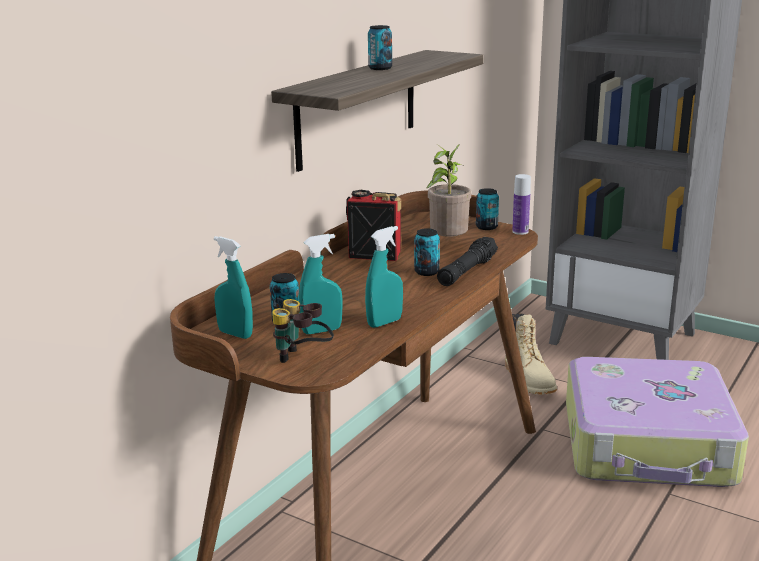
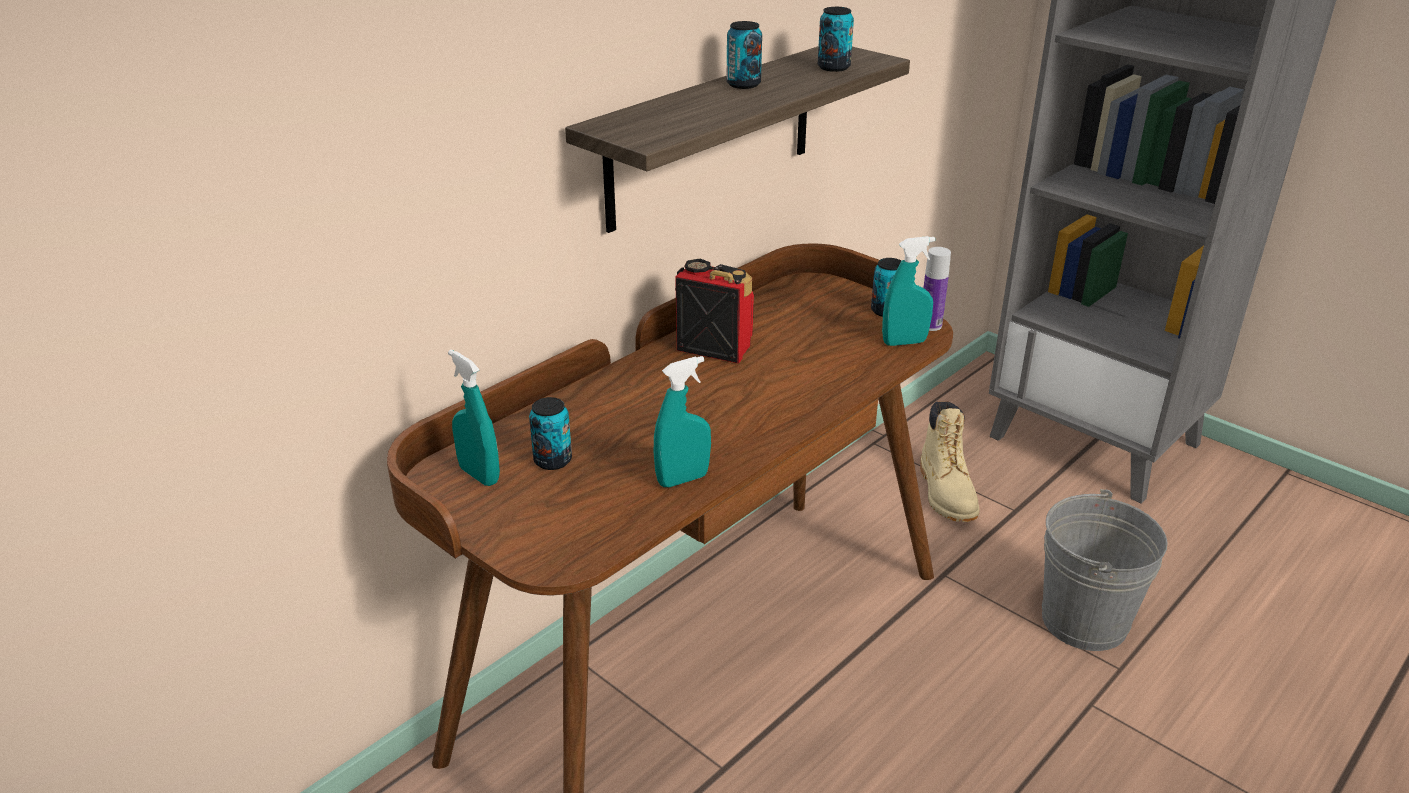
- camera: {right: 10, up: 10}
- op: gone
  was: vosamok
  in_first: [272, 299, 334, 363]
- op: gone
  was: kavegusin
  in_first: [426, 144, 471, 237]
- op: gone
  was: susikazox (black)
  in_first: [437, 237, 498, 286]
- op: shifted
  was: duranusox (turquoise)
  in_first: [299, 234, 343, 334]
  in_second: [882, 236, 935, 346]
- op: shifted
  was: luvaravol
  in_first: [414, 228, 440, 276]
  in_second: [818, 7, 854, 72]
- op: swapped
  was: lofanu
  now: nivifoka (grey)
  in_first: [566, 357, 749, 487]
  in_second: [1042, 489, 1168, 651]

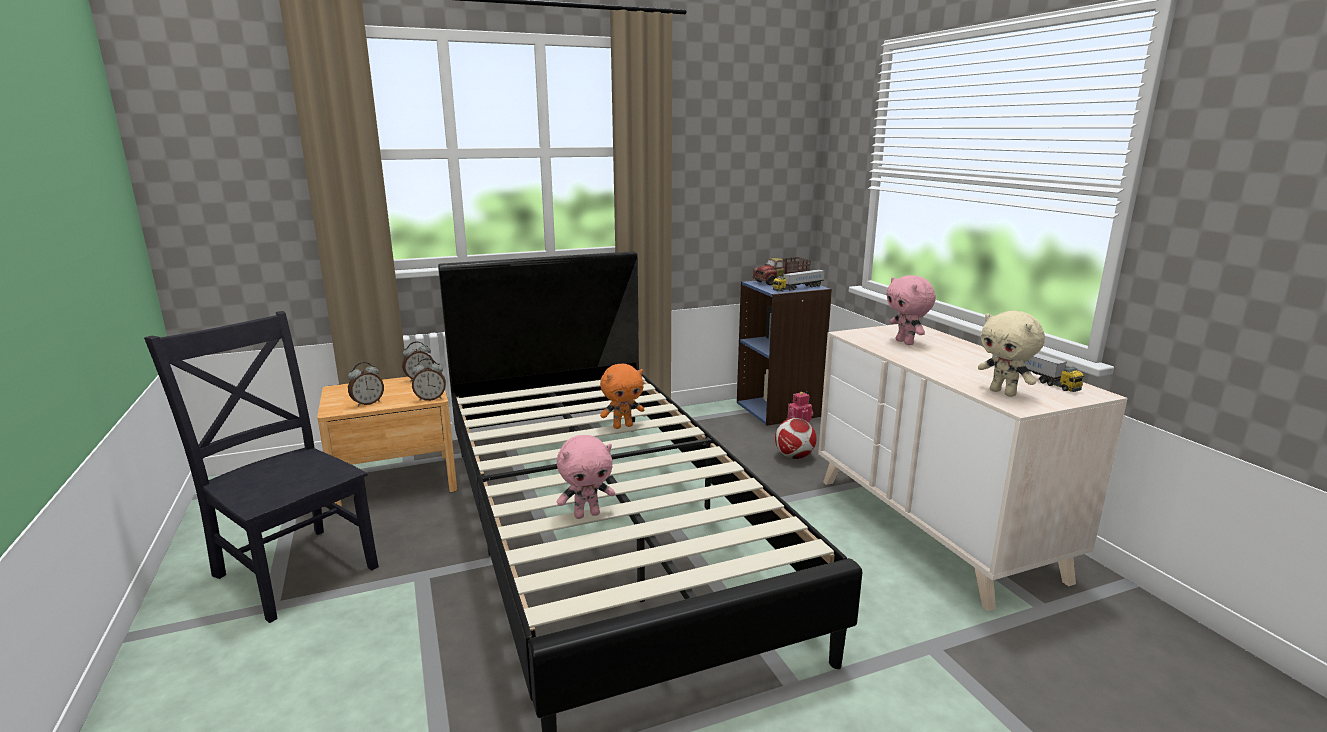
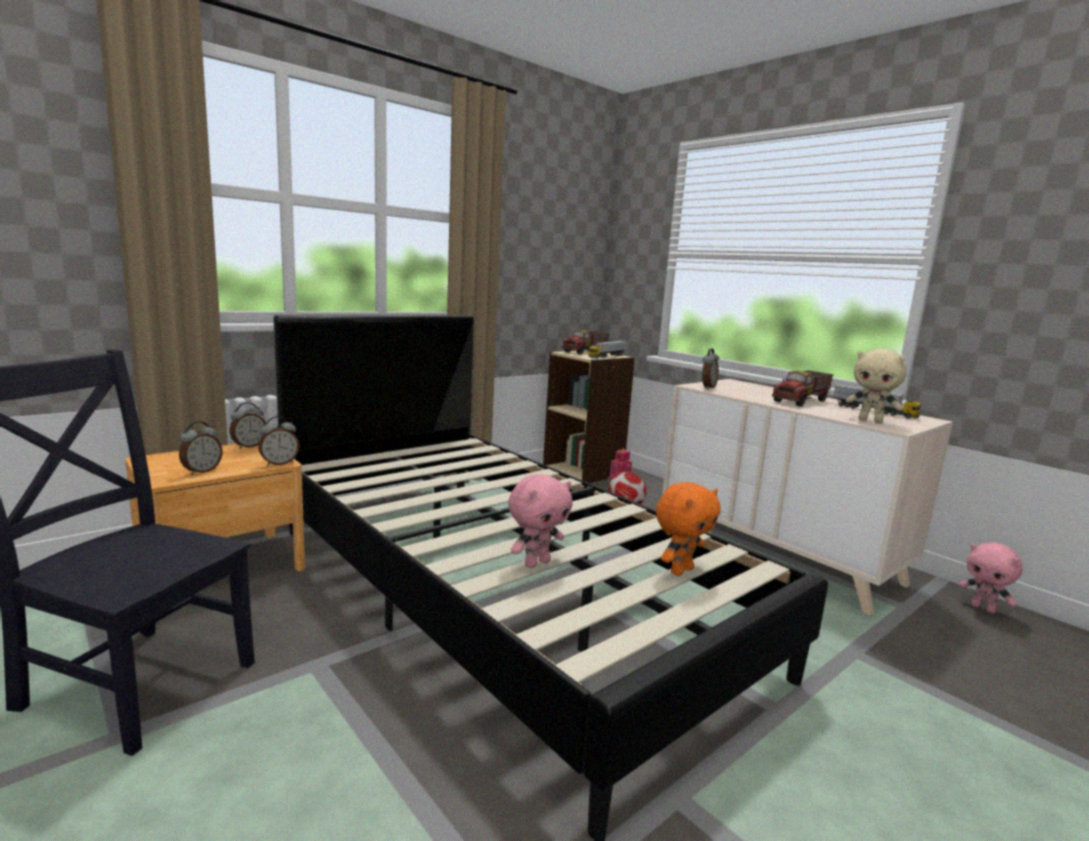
- camera: {right: -20, up: -5}
- op: new
  now: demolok
  in_second: [702, 348, 719, 389]
- op: new
  now: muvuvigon
  in_second: [772, 370, 834, 407]
- op: shifted
  was: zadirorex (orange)
  in_first: [600, 364, 644, 429]
  in_second: [656, 482, 720, 576]
- op: shifted
  was: zadirorex (pink)
  in_first: [886, 275, 936, 345]
  in_second: [958, 542, 1023, 614]
- op: repainted
  was: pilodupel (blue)
  now: pilodupel (beige)
  in_first: [737, 280, 832, 426]
  in_second: [543, 350, 635, 483]

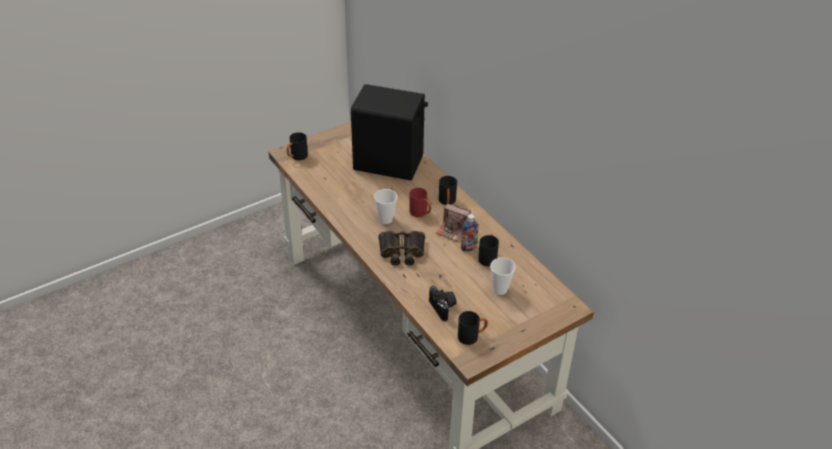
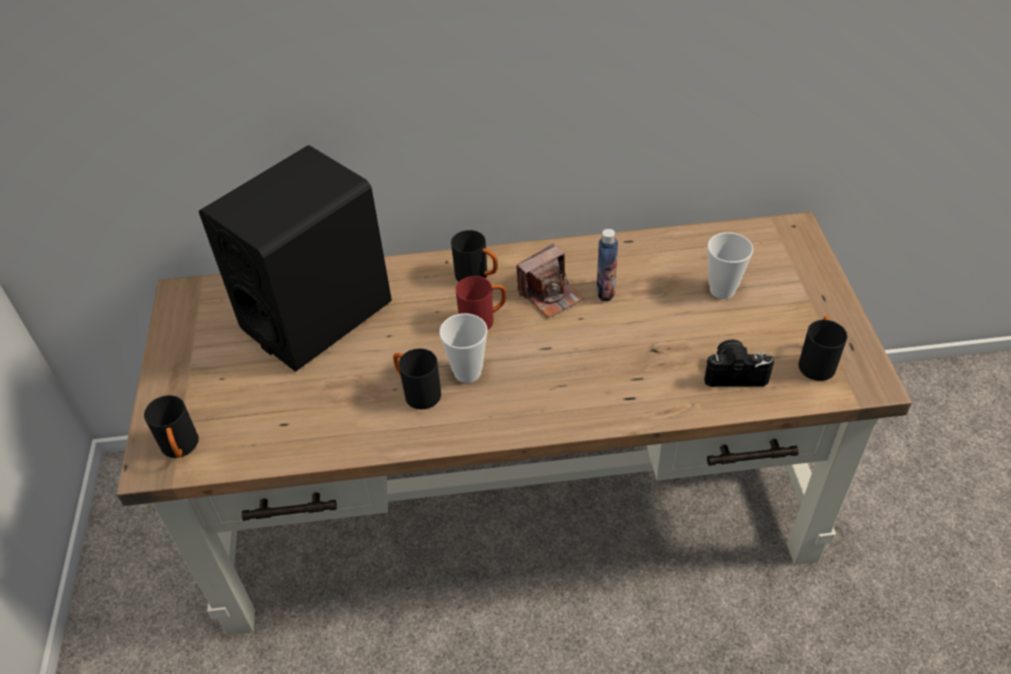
- camera: {right: -60, up: 5}
- op: gone
  was: vosamok
  in_first: [379, 231, 425, 266]
- op: shifted
  was: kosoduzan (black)
  in_first: [478, 234, 499, 266]
  in_second: [393, 348, 441, 409]

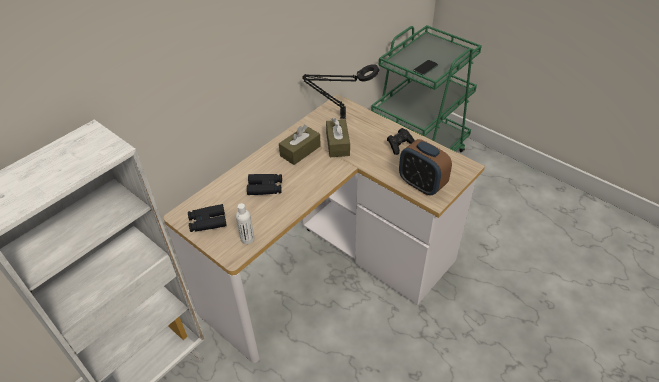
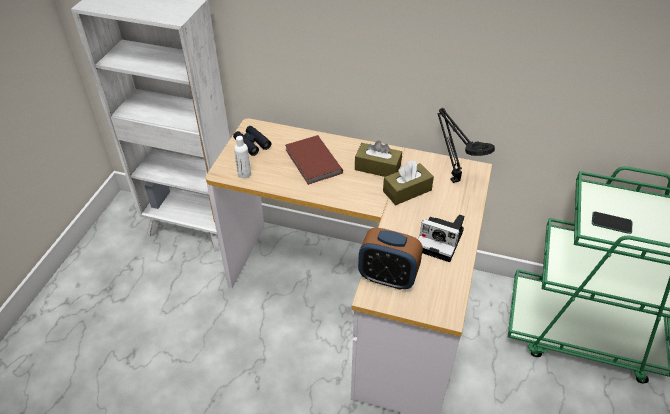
- camera: {right: 65, up: 0}
- op: swapped
  was: vosamok (black)
  now: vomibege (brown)
  in_first: [247, 174, 282, 195]
  in_second: [285, 135, 343, 185]
- op: swapped
  was: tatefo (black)
  now: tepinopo
  in_first: [387, 128, 415, 155]
  in_second: [418, 214, 464, 262]
- op: rotated
  was: demolok
  in_first: [399, 139, 452, 195]
  in_second: [358, 227, 423, 290]
  clockwise: -90

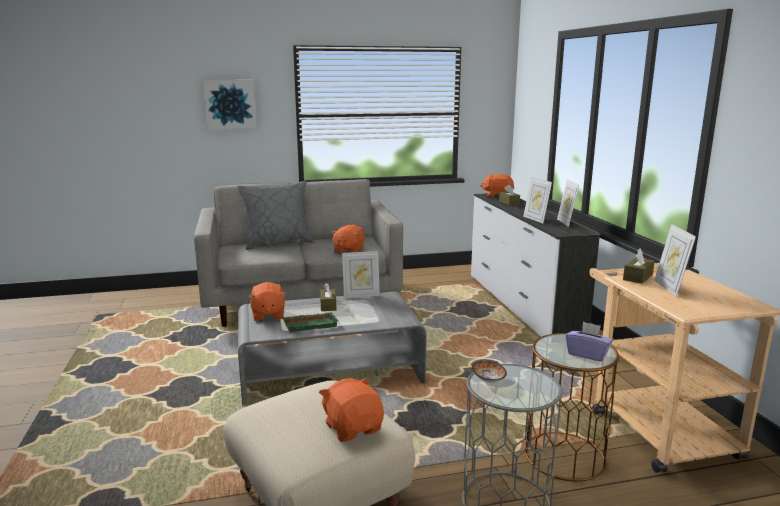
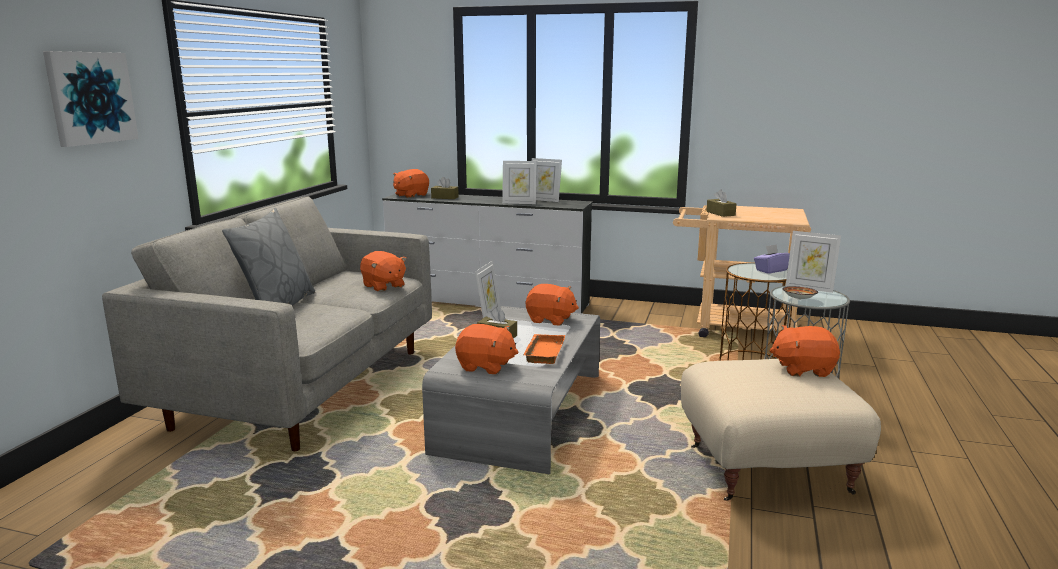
- camera: {right: -60, up: 0}
- op: new
  now: zadirorex (orange)
  in_second: [526, 284, 579, 326]
- op: shifted
  was: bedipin
  in_first: [654, 224, 696, 297]
  in_second: [786, 231, 841, 293]
- op: repainted
  was: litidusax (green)
  now: litidusax (orange)
  in_first: [282, 312, 338, 332]
  in_second: [523, 334, 565, 364]

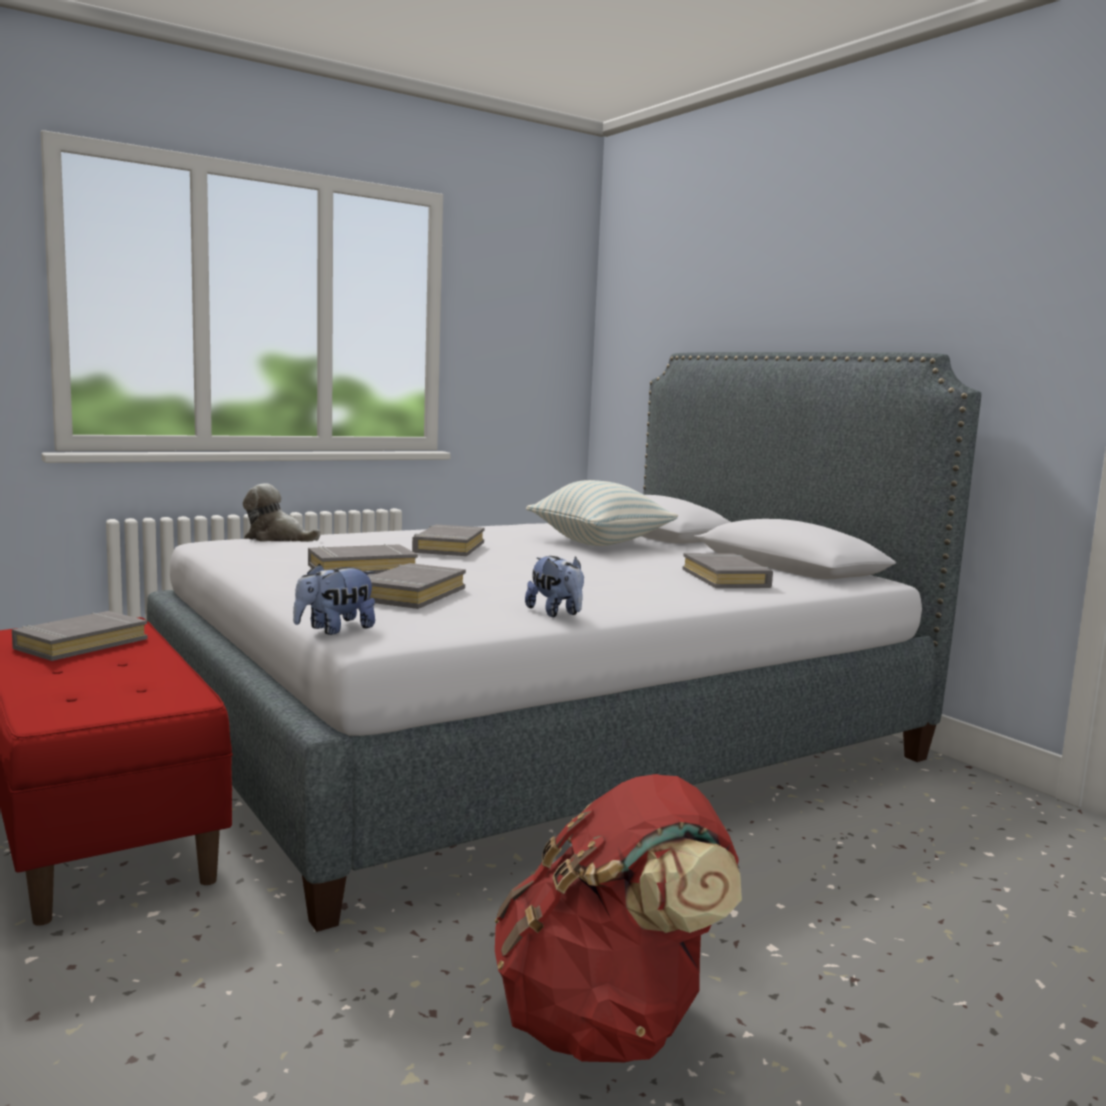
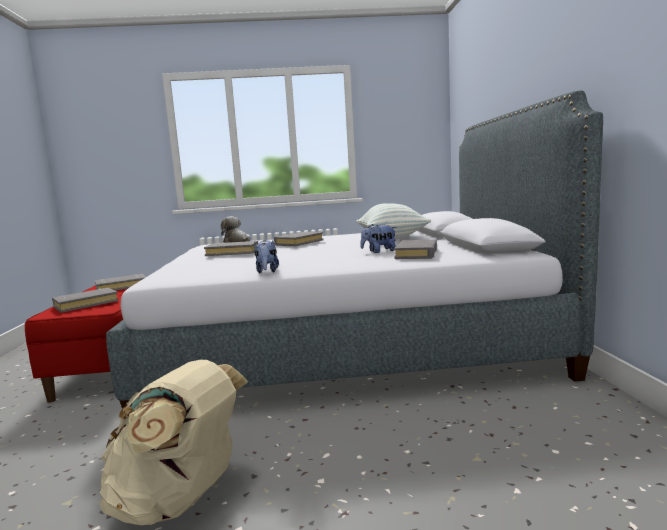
- camera: {right: 30, up: 0}
- op: shifted
  was: zadirorex
  in_first: [293, 564, 375, 635]
  in_second: [360, 224, 396, 253]
- op: shifted
  was: vomibege (grey)
  in_first: [369, 563, 466, 609]
  in_second: [52, 288, 119, 313]
- op: repainted
  was: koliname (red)
  now: koliname (beige)
  in_first: [495, 774, 742, 1062]
  in_second: [100, 360, 248, 525]

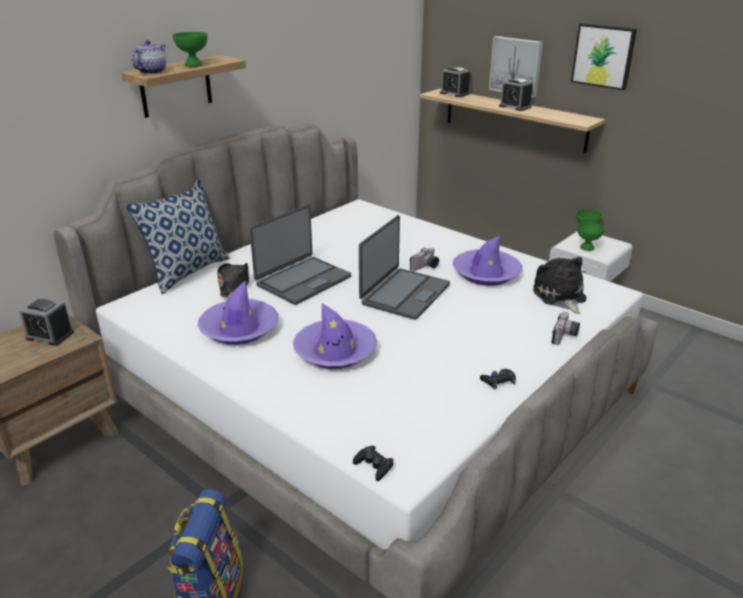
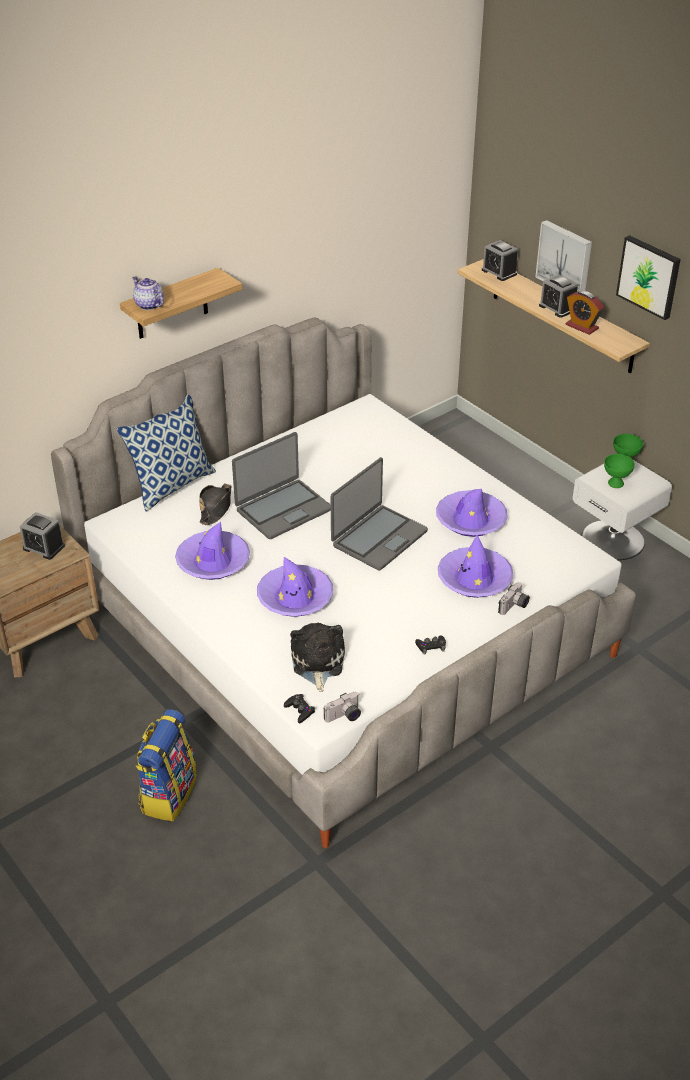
- camera: {right: 10, up: 10}
- op: gone
  was: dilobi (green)
  in_first: [172, 32, 207, 67]
- op: new
  now: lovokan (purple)
  in_second: [438, 535, 513, 598]
- op: new
  now: demolok
  in_second: [566, 291, 604, 335]
- op: shifted
  was: tepinopo
  in_first: [410, 248, 439, 272]
  in_second: [324, 692, 361, 723]
- op: shifted
  was: zadirorex
  in_first: [533, 257, 586, 314]
  in_second: [290, 623, 345, 692]
- op: rotated
  was: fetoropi
  in_first: [131, 40, 166, 74]
  in_second: [132, 276, 164, 310]
  clockwise: -75

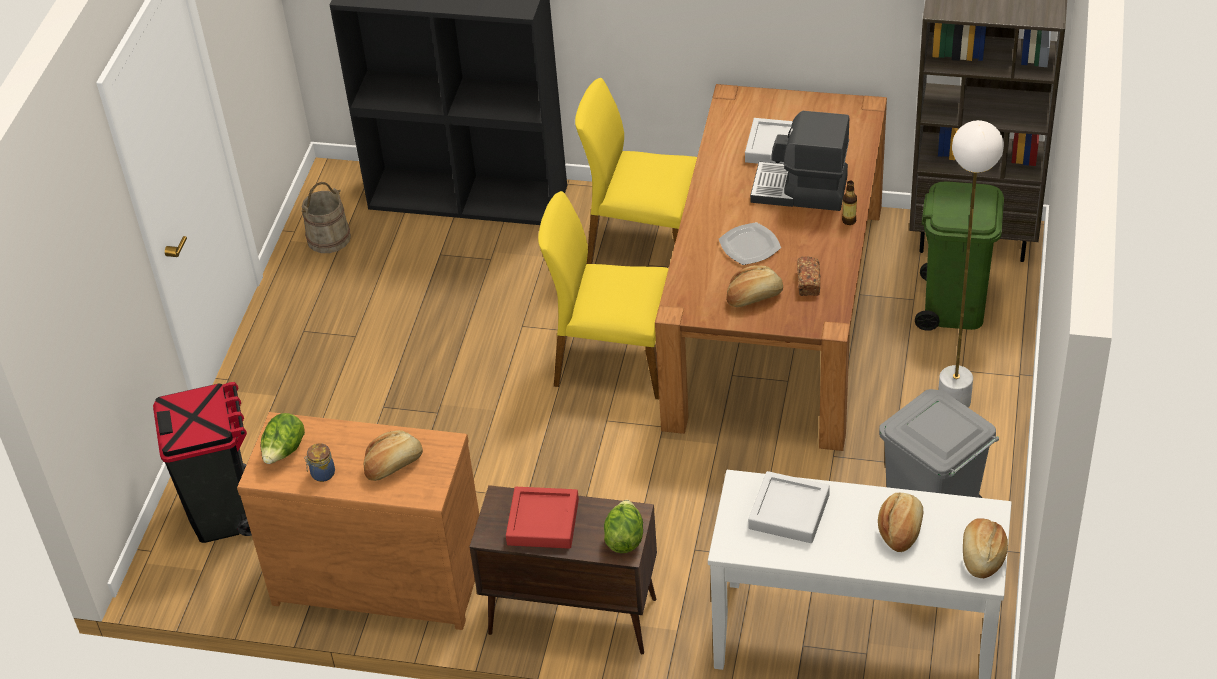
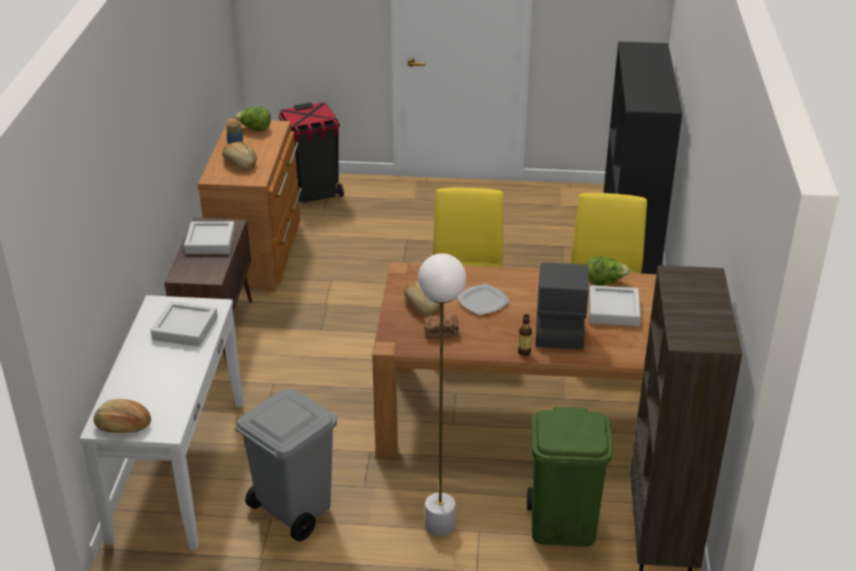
- camera: {right: 80, up: -10}
- op: gone
  was: nivifoka (beige)
  in_first: [301, 182, 351, 253]
- op: gone
  was: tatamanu
  in_first: [878, 493, 923, 552]
- op: shifted
  was: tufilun
  in_first: [604, 500, 643, 553]
  in_second: [587, 256, 630, 286]
- op: repainted
  was: litidusax (red)
  now: litidusax (grey)
  in_first: [506, 487, 579, 549]
  in_second: [184, 221, 235, 254]

